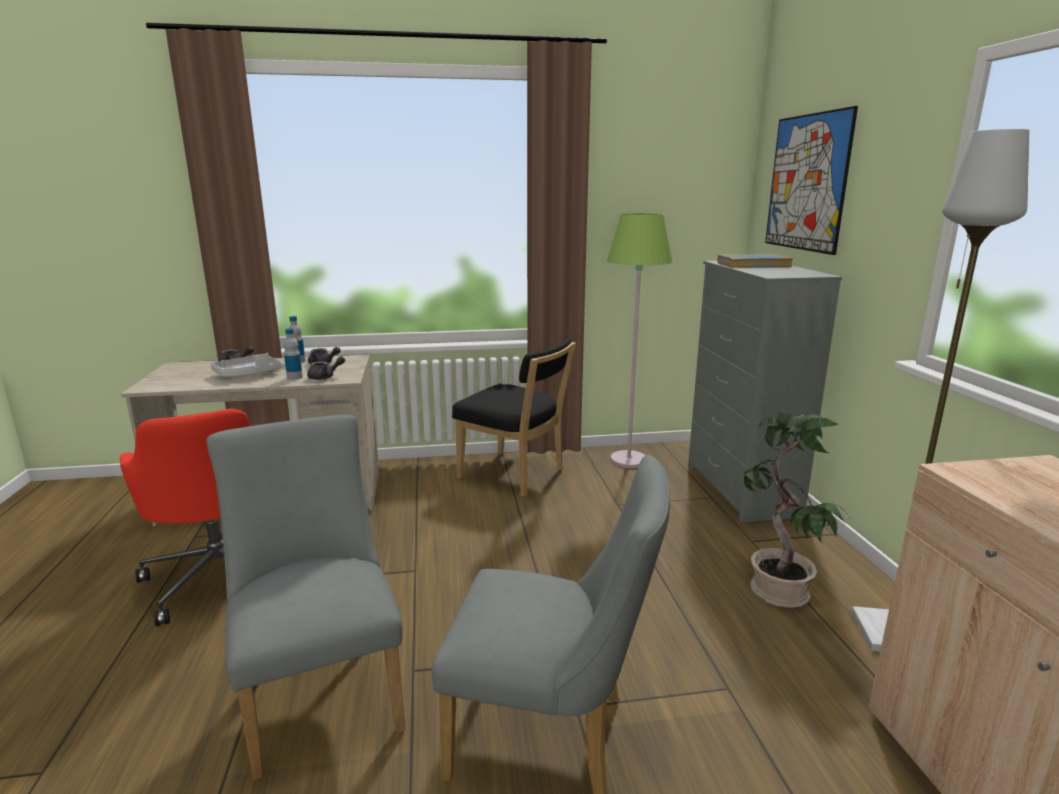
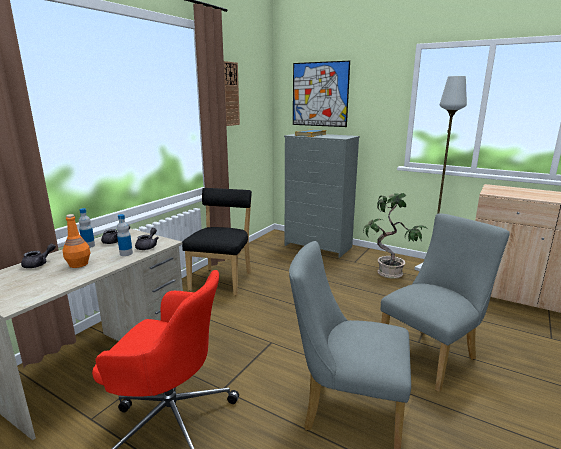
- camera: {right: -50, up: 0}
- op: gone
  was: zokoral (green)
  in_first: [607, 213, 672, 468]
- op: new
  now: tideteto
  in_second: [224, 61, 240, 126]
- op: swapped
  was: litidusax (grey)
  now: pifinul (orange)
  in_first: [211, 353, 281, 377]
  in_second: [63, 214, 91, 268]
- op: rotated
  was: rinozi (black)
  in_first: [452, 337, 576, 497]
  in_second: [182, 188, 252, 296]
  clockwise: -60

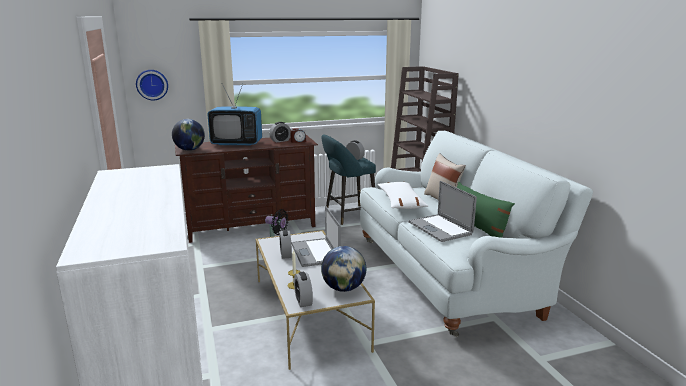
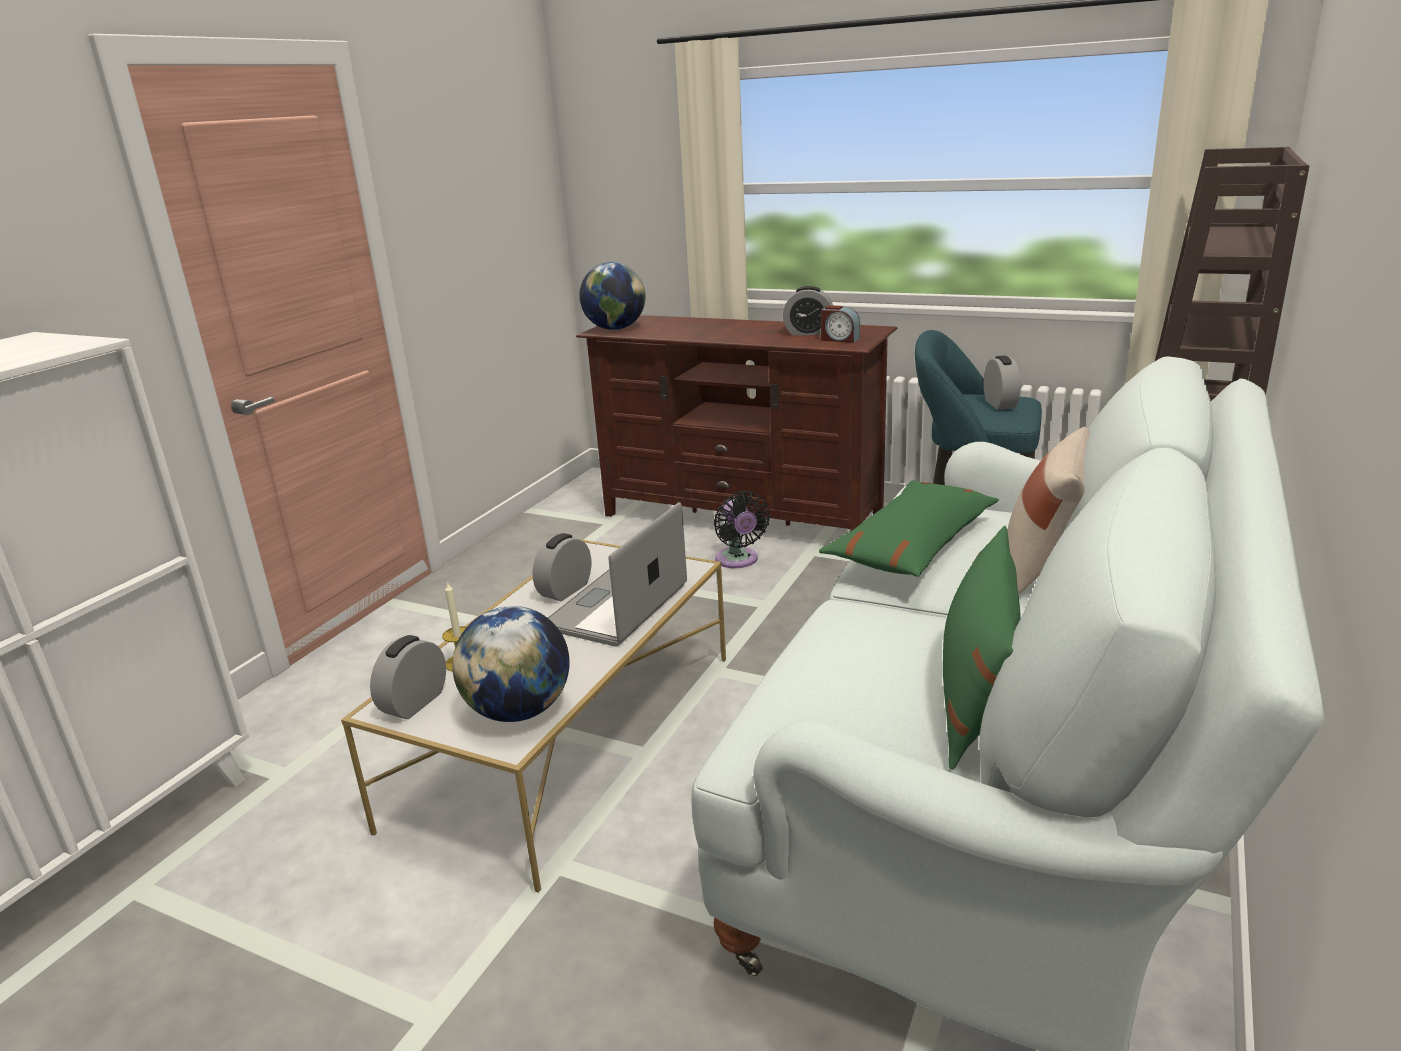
- camera: {right: 45, up: 5}
- op: gone
  was: tideteto
  in_first: [136, 70, 168, 100]
- op: gone
  was: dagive
  in_first: [208, 84, 262, 146]
- op: gone
  was: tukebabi
  in_first: [408, 181, 477, 242]
- op: repainted
  was: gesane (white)
  now: gesane (green)
  in_first: [377, 182, 428, 209]
  in_second: [819, 480, 999, 577]

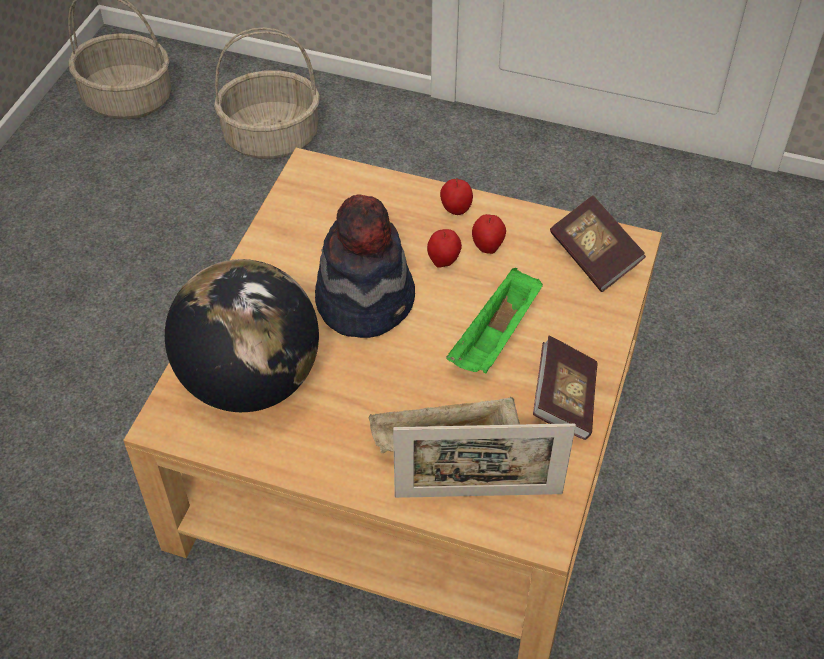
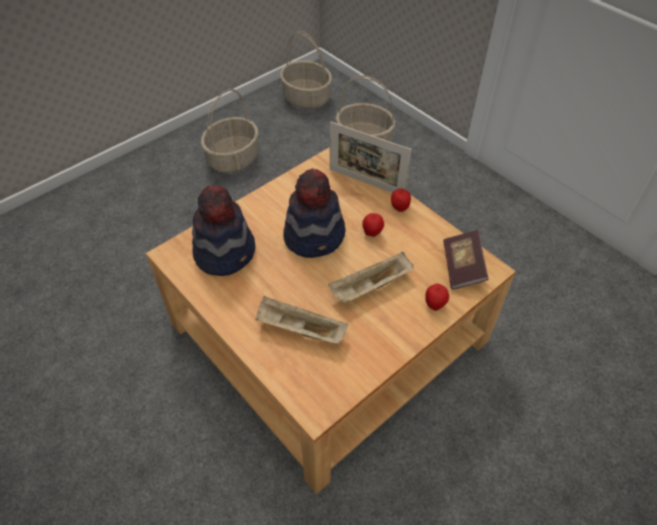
- camera: {right: 30, up: 0}
- op: gone
  was: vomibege
  in_first: [533, 336, 597, 440]
- op: new
  now: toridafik
  in_second: [201, 89, 258, 173]
- op: shifted
  was: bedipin
  in_first: [393, 423, 576, 498]
  in_second: [330, 122, 412, 193]
- op: shifted
  was: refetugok
  in_first: [472, 214, 506, 254]
  in_second: [425, 284, 449, 311]
- op: swapped
  was: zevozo
  now: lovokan
  in_first: [165, 259, 319, 412]
  in_second: [192, 185, 255, 276]
- op: repainted
  was: litidusax (green)
  now: litidusax (beige)
  in_first: [446, 268, 543, 373]
  in_second: [328, 252, 414, 304]

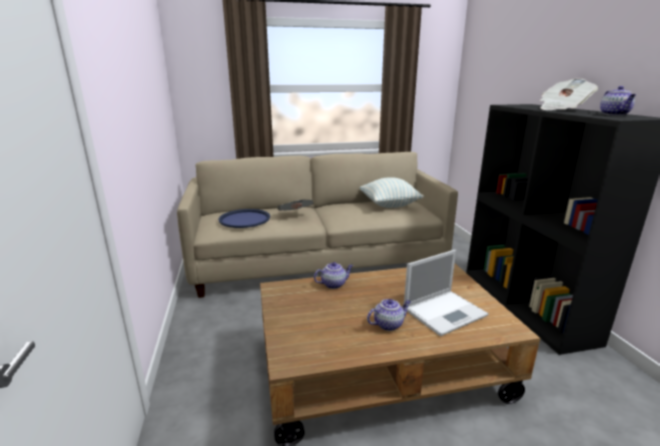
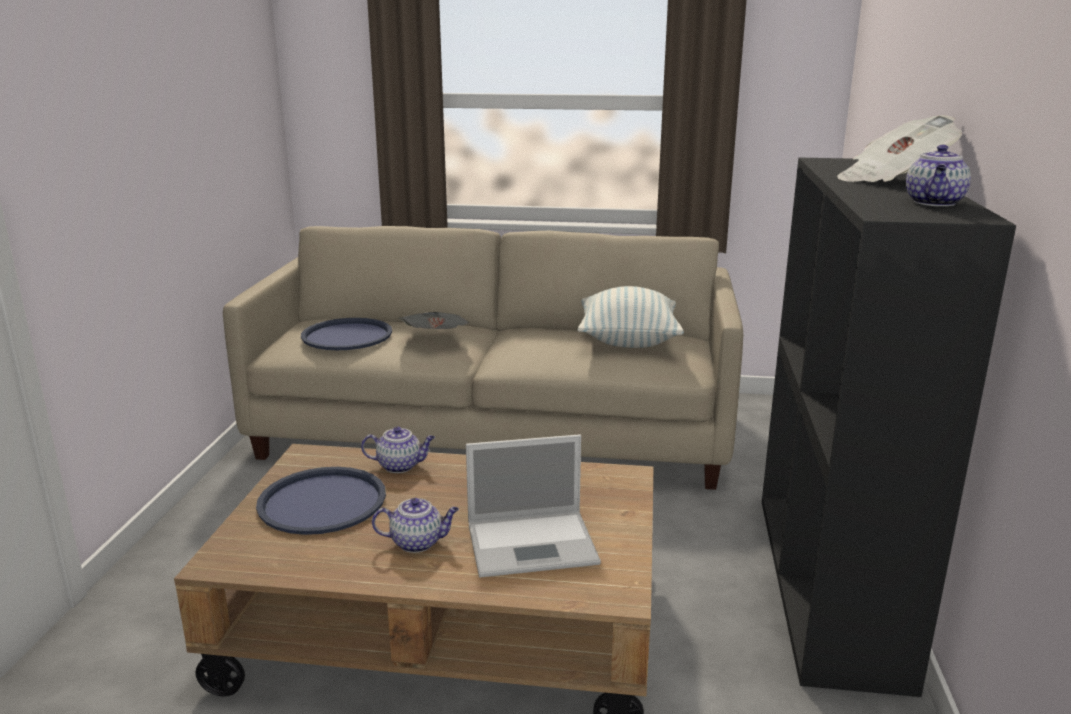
- camera: {right: 20, up: 0}
- op: new
  now: litidusax (blue)
  in_second: [256, 467, 386, 535]

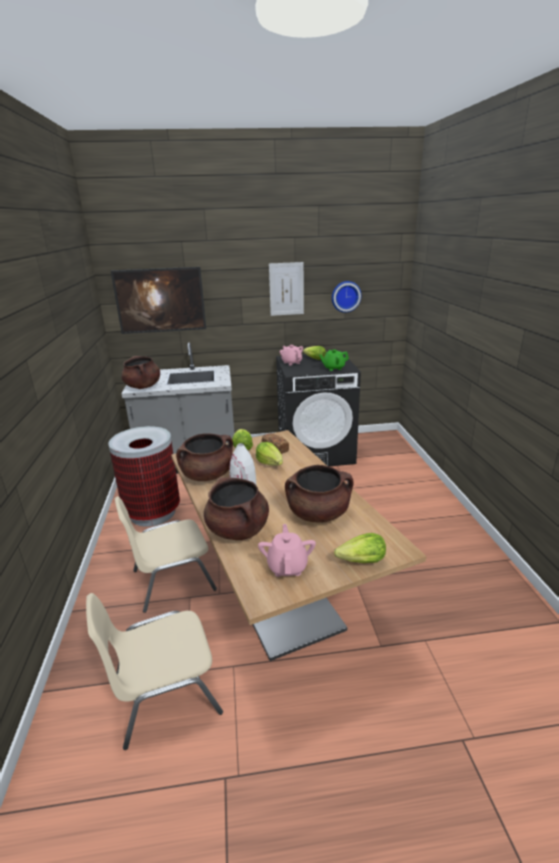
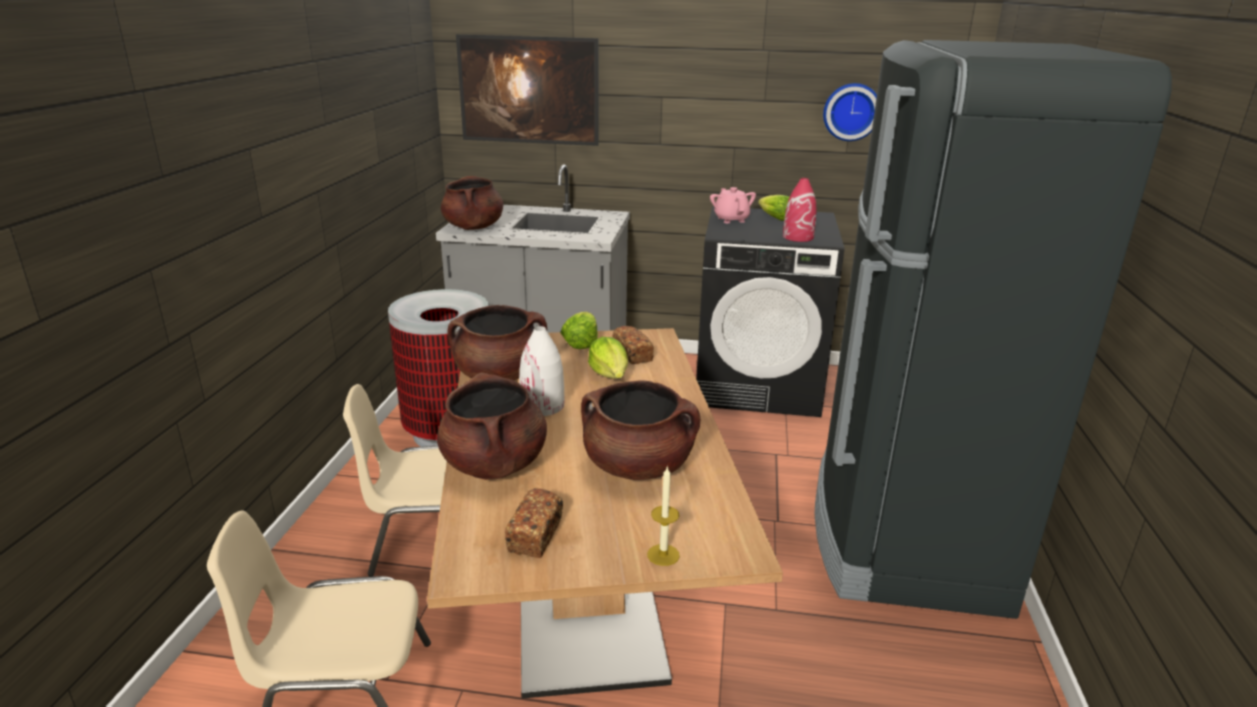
- camera: {right: 15, up: 0}
- op: gone
  was: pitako
  in_first: [269, 262, 304, 316]
- op: new
  now: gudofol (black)
  in_second: [815, 40, 1172, 619]
- op: swapped
  was: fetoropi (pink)
  now: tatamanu
  in_first: [258, 524, 316, 577]
  in_second: [505, 488, 563, 558]
- op: swapped
  was: fetoropi (green)
  now: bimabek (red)
  in_first: [319, 349, 349, 371]
  in_second: [783, 178, 817, 242]
- op: swapped
  was: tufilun
  now: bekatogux
  in_first: [334, 533, 386, 563]
  in_second: [647, 466, 680, 566]

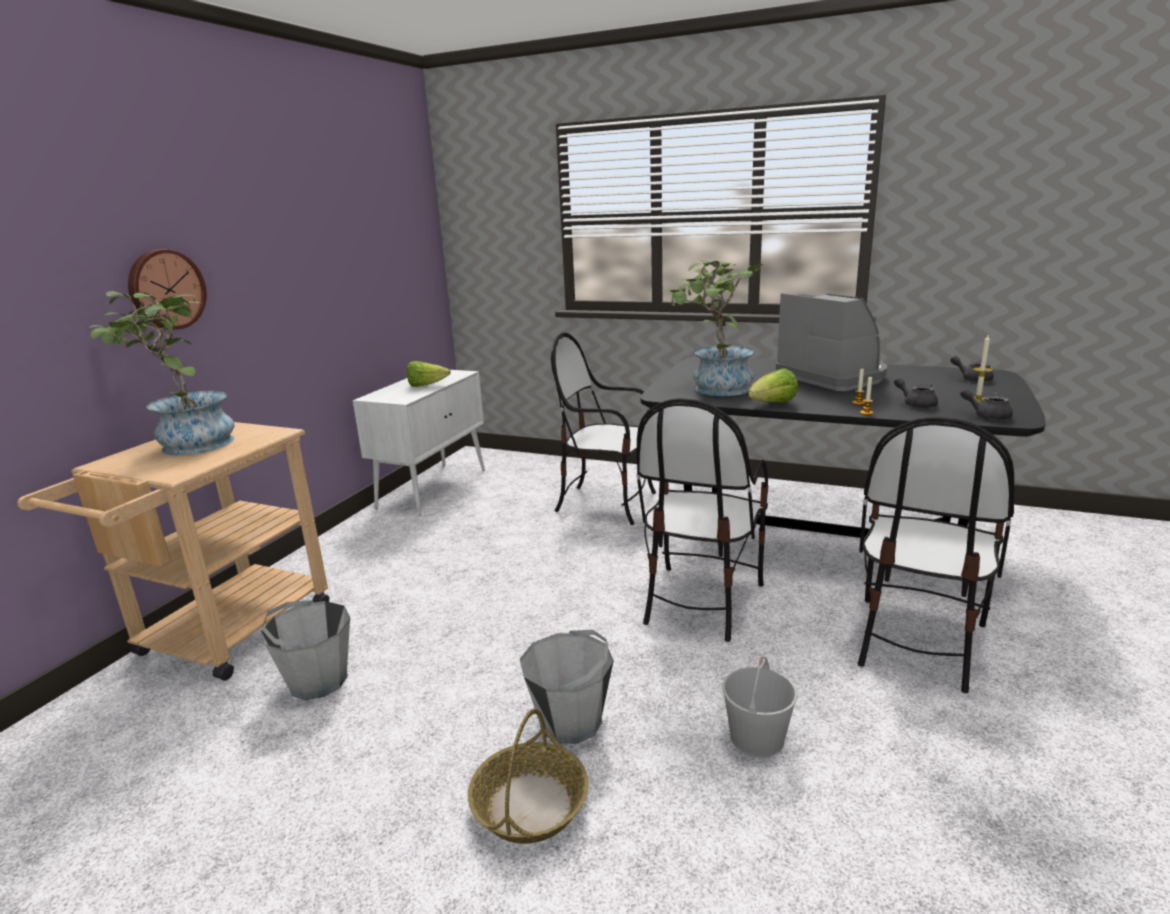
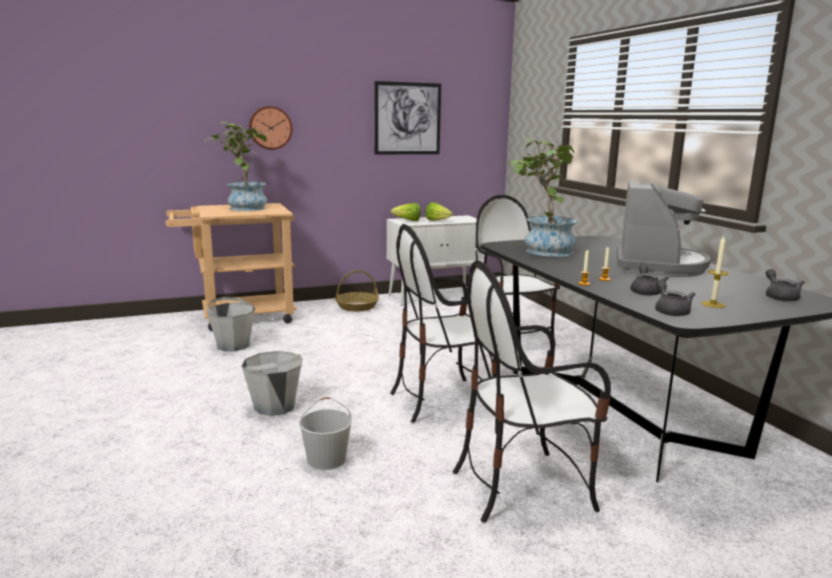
- camera: {right: 45, up: -5}
- op: new
  now: pitako
  in_second: [374, 81, 441, 154]
- op: shifted
  was: toridafik
  in_first: [468, 708, 589, 844]
  in_second: [335, 270, 379, 311]
- op: shifted
  was: tufilun
  in_first: [748, 369, 798, 402]
  in_second: [390, 203, 421, 221]

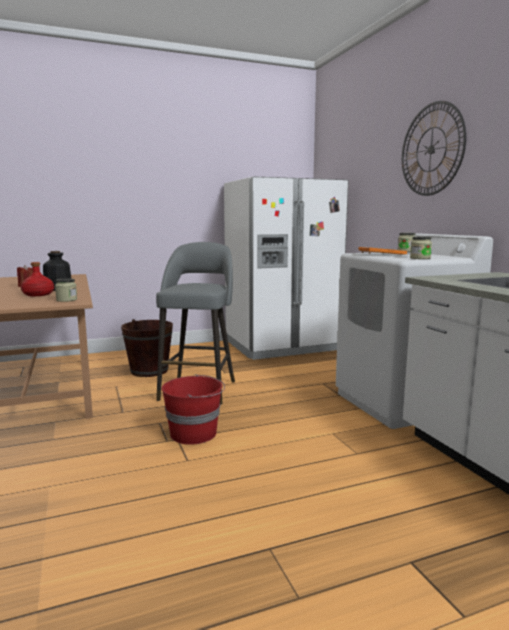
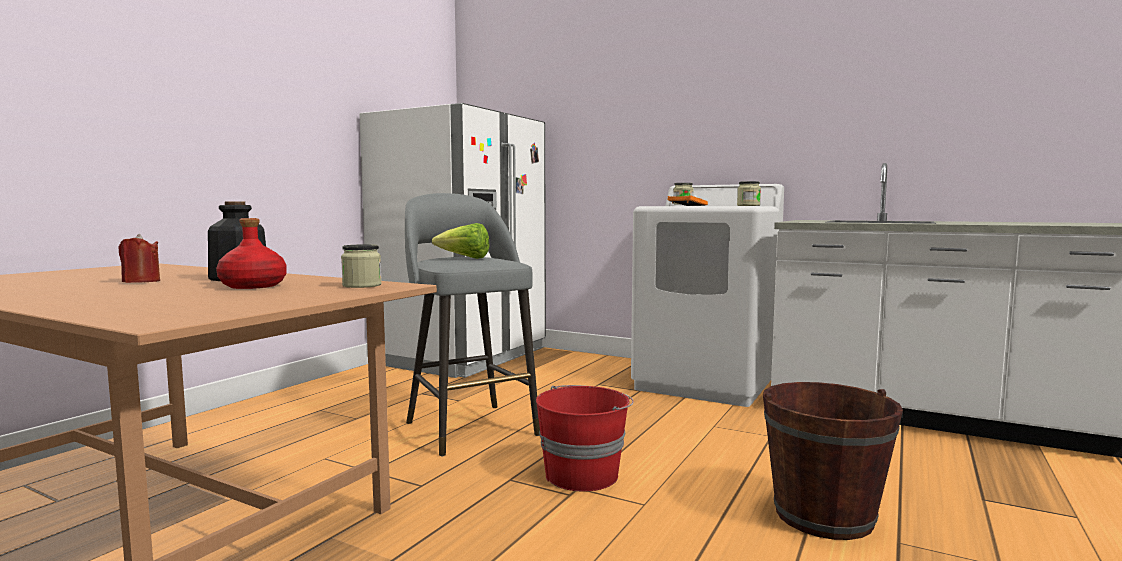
- camera: {right: -40, up: -5}
- op: gone
  was: tideteto
  in_first: [402, 101, 466, 196]
- op: new
  now: tufilun
  in_second: [432, 223, 489, 259]
- op: shifted
  was: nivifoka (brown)
  in_first: [121, 319, 173, 377]
  in_second: [763, 382, 903, 540]

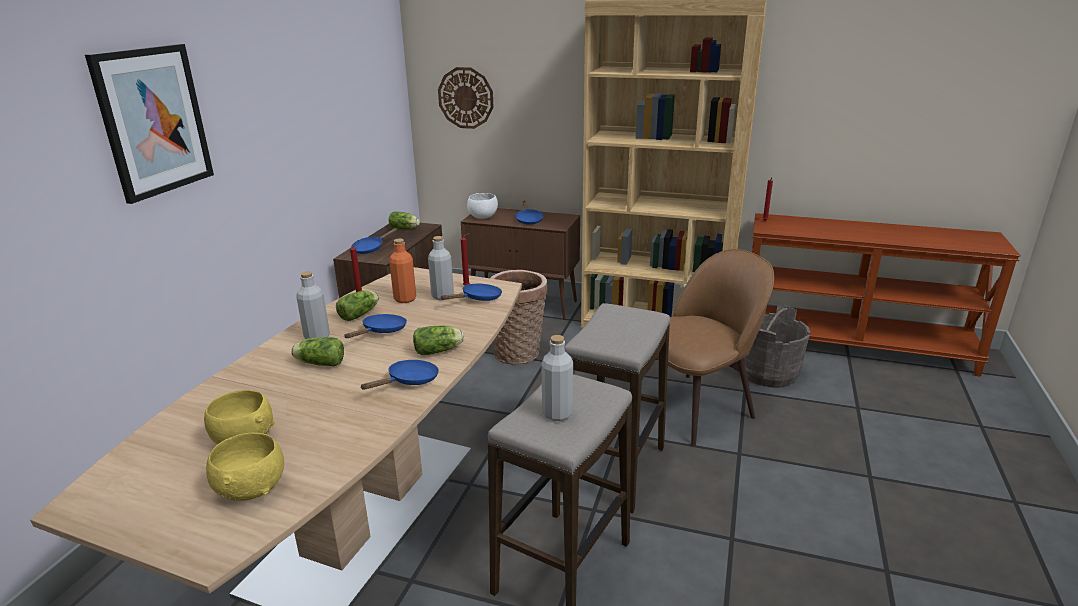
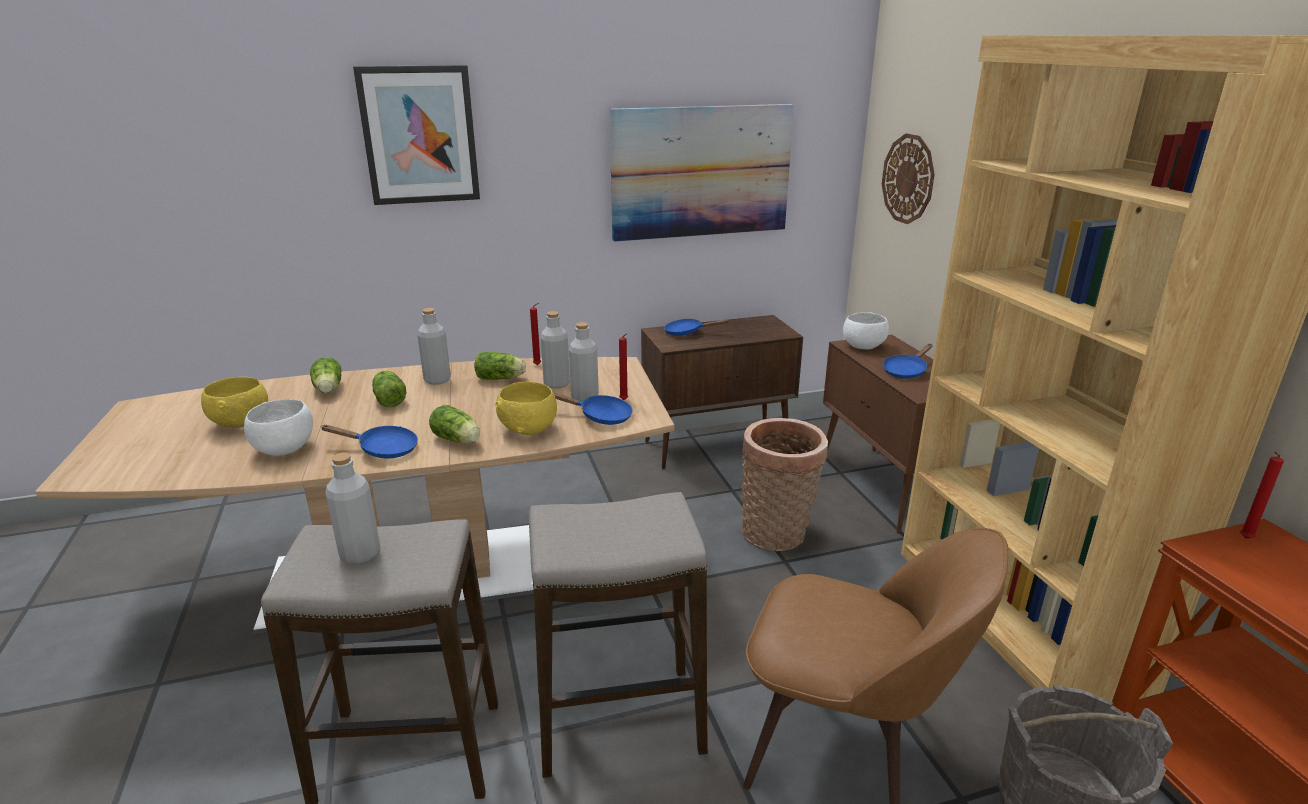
- camera: {right: 55, up: 0}
- op: gone
  was: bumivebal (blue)
  in_first: [345, 314, 407, 338]
- op: new
  now: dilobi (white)
  in_second: [244, 399, 313, 456]
- op: new
  now: pitako
  in_second: [609, 104, 794, 242]
- op: shifted
  was: dilobi (yellow)
  in_first: [206, 433, 284, 501]
  in_second: [495, 382, 557, 435]
- op: shifted
  was: tufilun
  in_first: [389, 211, 420, 229]
  in_second: [310, 357, 342, 393]
- op: repainted
  was: pifinul (orange)
  now: pifinul (grey)
  in_first: [389, 239, 416, 303]
  in_second: [541, 311, 570, 389]

